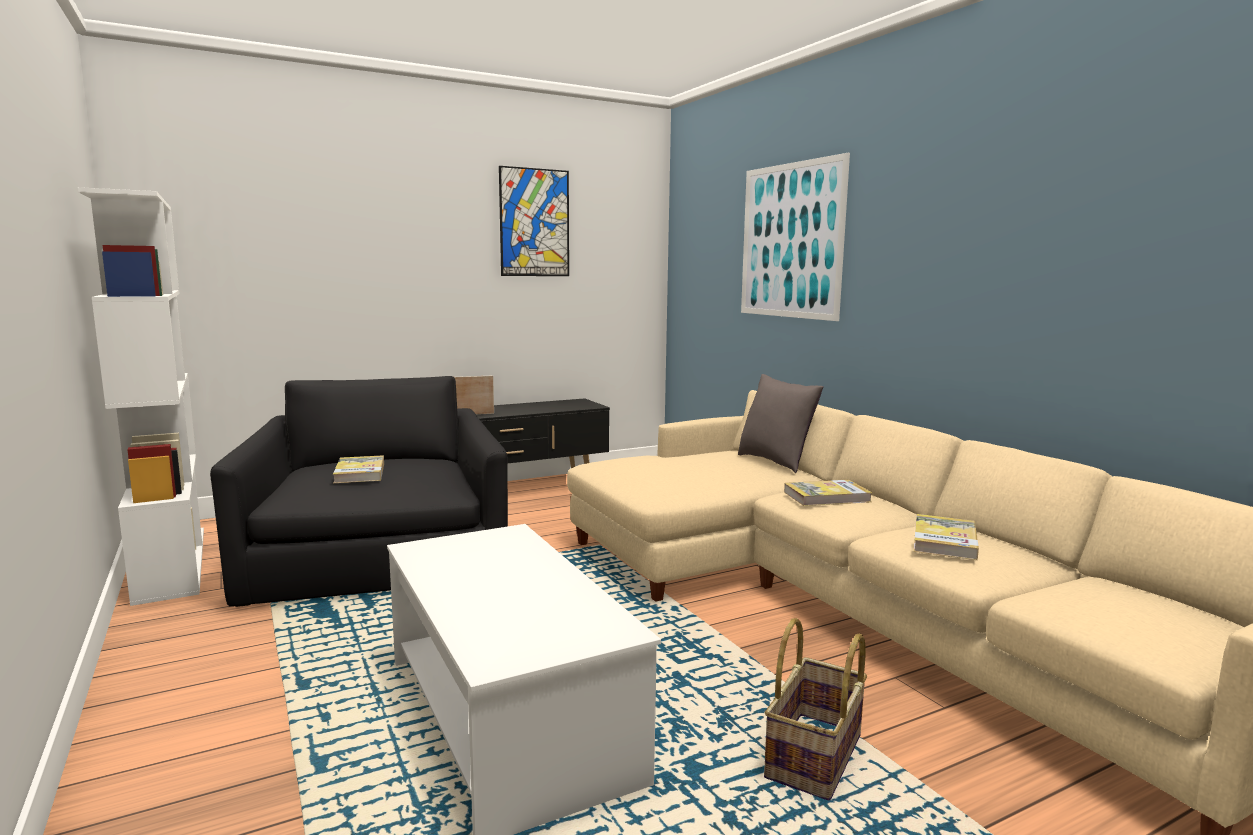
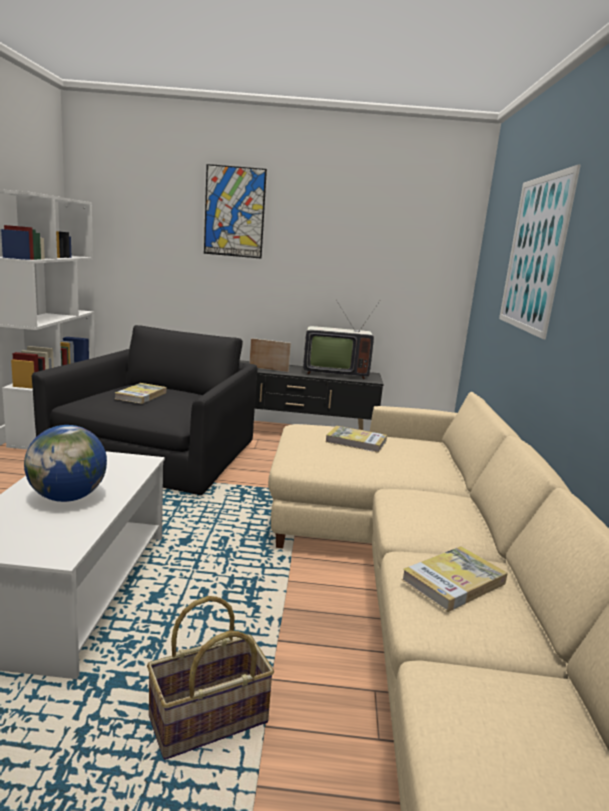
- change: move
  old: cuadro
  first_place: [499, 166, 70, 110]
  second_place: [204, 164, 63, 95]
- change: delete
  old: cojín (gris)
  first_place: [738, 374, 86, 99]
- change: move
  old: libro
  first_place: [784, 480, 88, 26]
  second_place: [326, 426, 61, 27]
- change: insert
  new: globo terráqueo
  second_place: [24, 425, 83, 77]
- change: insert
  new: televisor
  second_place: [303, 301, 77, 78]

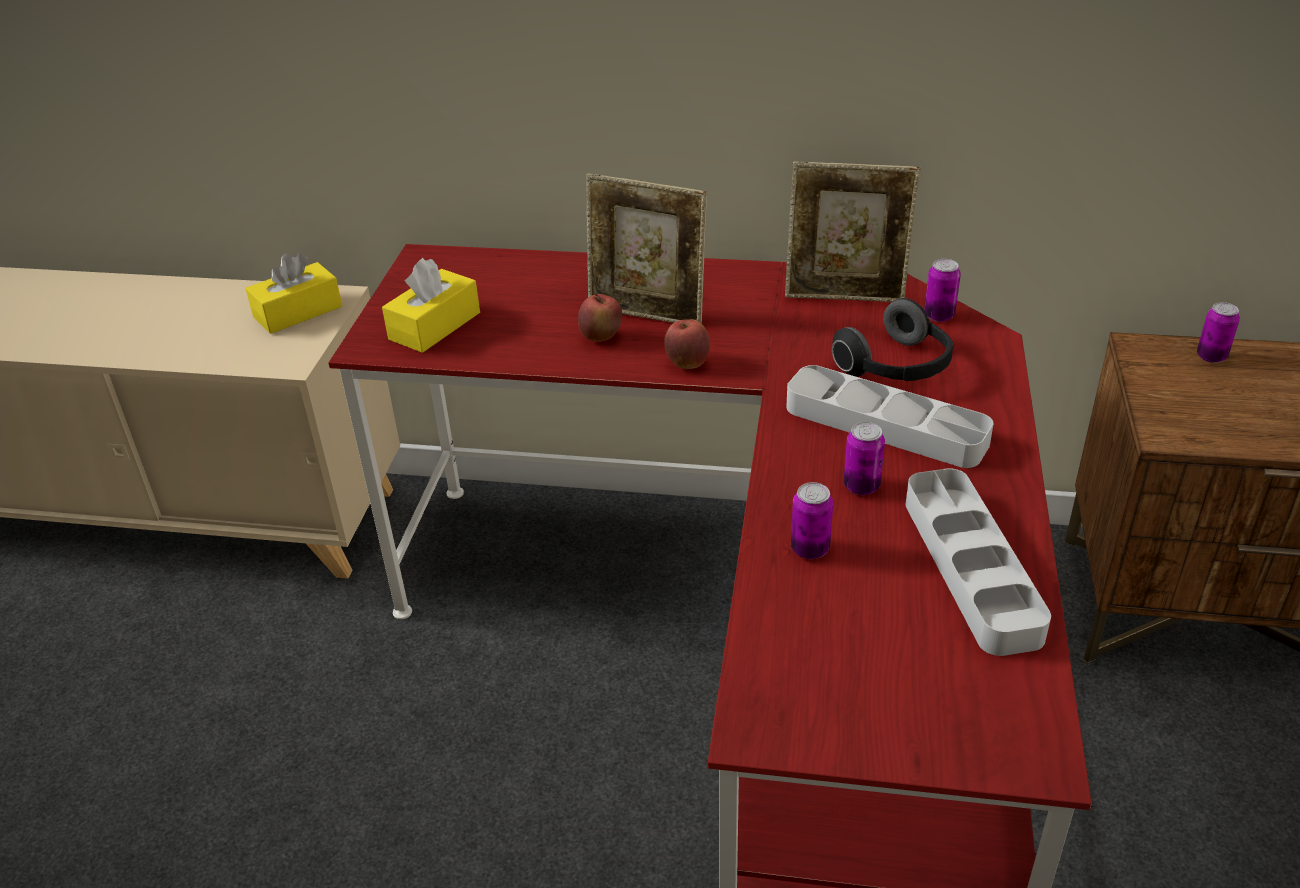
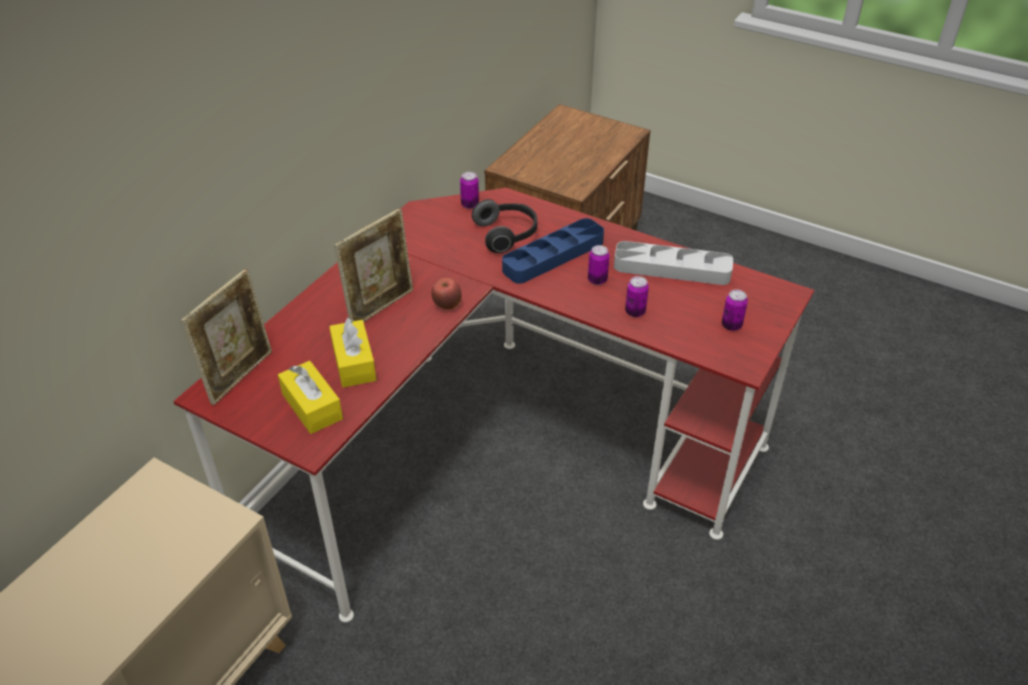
- change: move
  old: caja de pañuelos (amarillo)
  first_place: [245, 253, 97, 81]
  second_place: [329, 318, 47, 70]
- change: delete
  old: manzana
  first_place: [578, 293, 44, 48]
- change: move
  old: portarretratos
  first_place: [785, 161, 136, 141]
  second_place: [181, 269, 91, 136]
- change: recolor
  old: bandeja (gris)
  new: bandeja (azul)
  first_place: [786, 365, 208, 103]
  second_place: [502, 218, 102, 66]
- change: move
  old: lata
  first_place: [1197, 302, 43, 61]
  second_place: [722, 290, 26, 41]

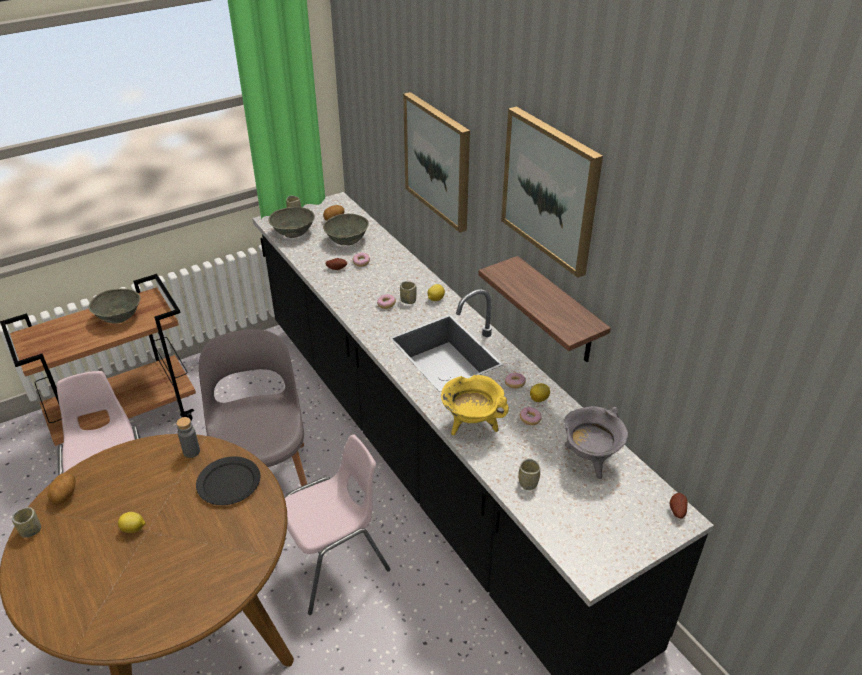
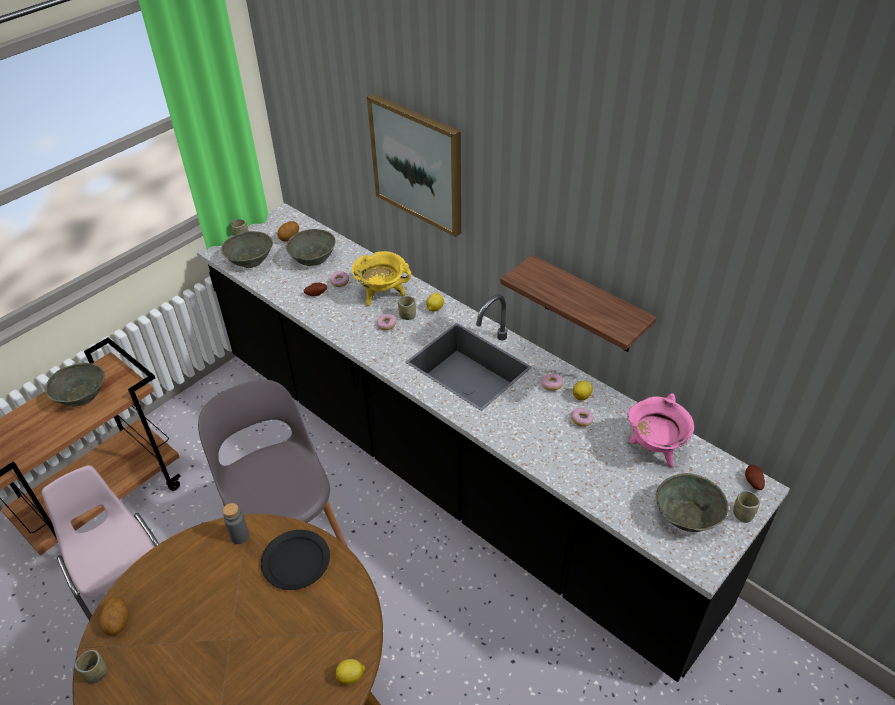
- change: move
  old: limón
  first_place: [118, 512, 28, 21]
  second_place: [336, 659, 29, 26]
- change: delete
  old: silla (rosa)
  first_place: [285, 435, 105, 180]
- change: move
  old: olla (amarillo)
  first_place: [441, 374, 68, 61]
  second_place: [352, 251, 59, 55]
- change: delete
  old: cuadro
  first_place: [501, 106, 102, 172]
- change: move
  old: taza
  first_place: [518, 458, 22, 32]
  second_place: [733, 490, 27, 33]
- change: recolor
  old: olla (gris)
  new: olla (rosa)
  first_place: [564, 406, 64, 73]
  second_place: [627, 393, 67, 74]
- change: insert
  new: cuenco (gris)
  second_place: [656, 473, 73, 59]

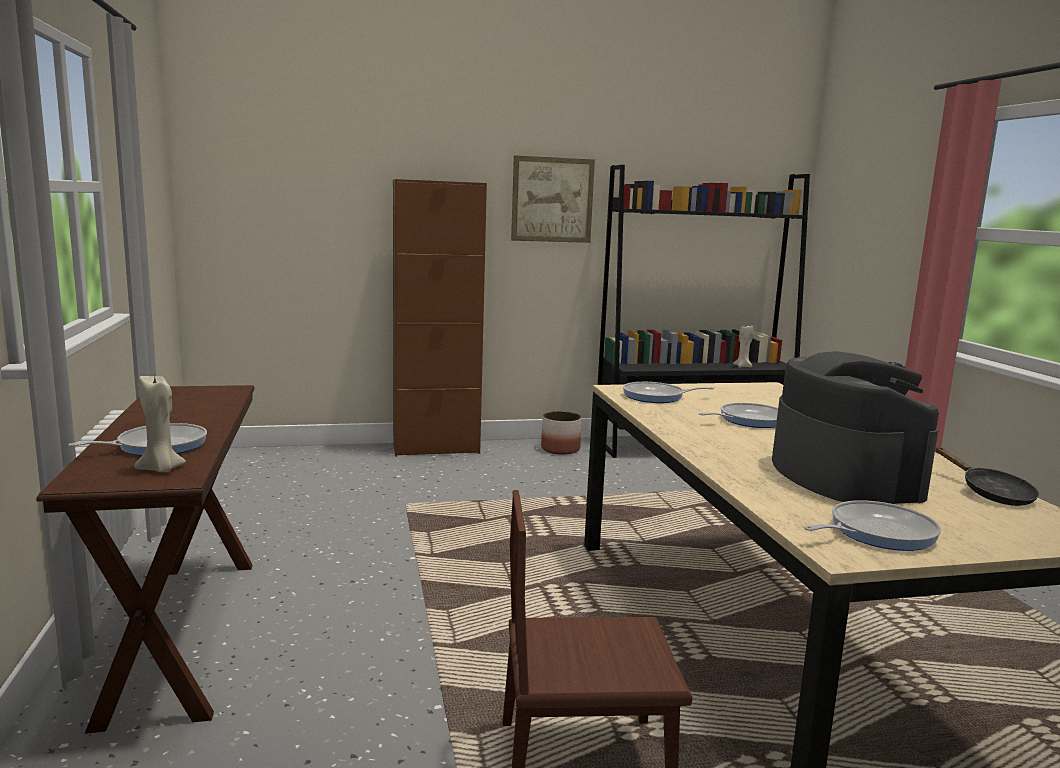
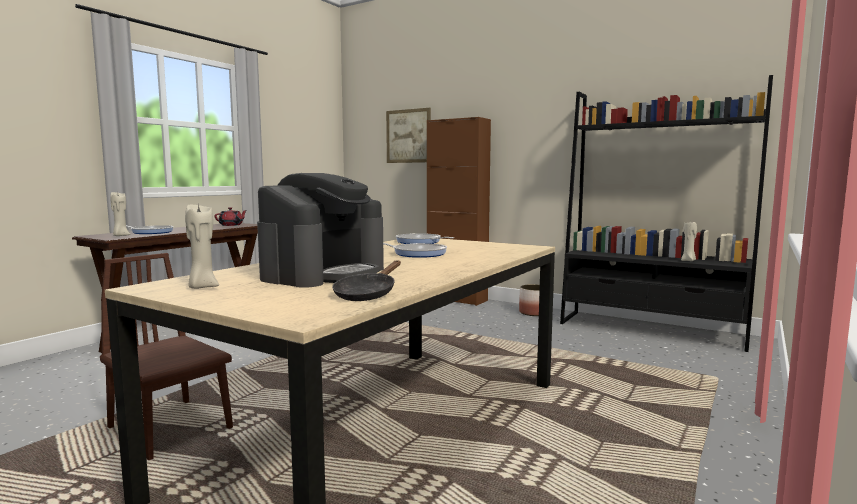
- change: move
  old: cuadro
  first_place: [511, 155, 84, 88]
  second_place: [386, 108, 45, 55]
- change: replace
  old: sartén
  new: vela (beis)
  first_place: [804, 500, 137, 51]
  second_place: [185, 203, 34, 86]
- change: insert
  new: tetera (rojo)
  second_place: [215, 207, 32, 19]

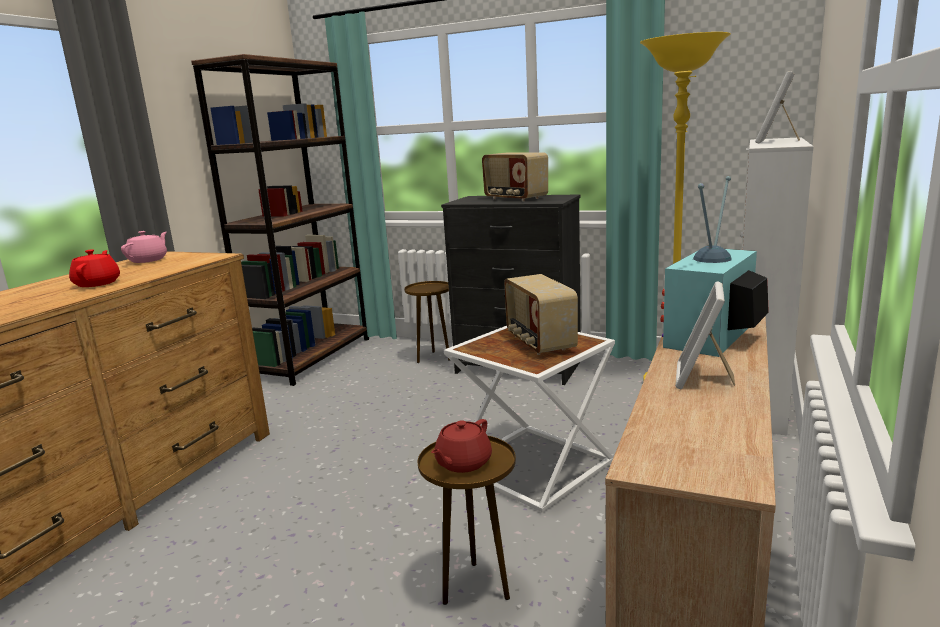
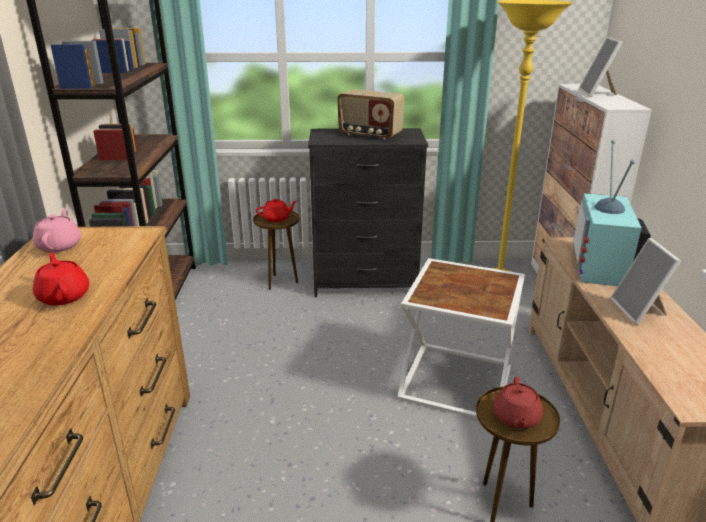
- change: delete
  old: radio
  first_place: [504, 274, 74, 81]
- change: insert
  new: tetera (rojo)
  second_place: [256, 199, 41, 23]

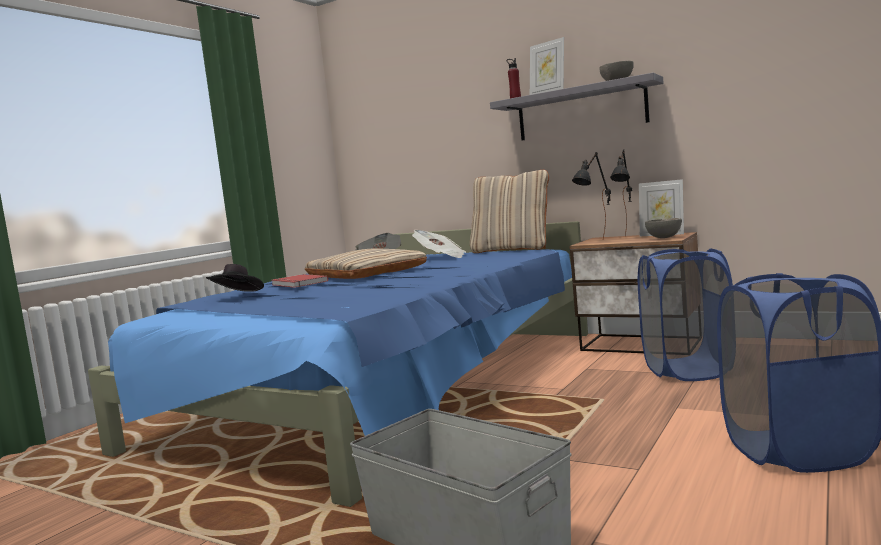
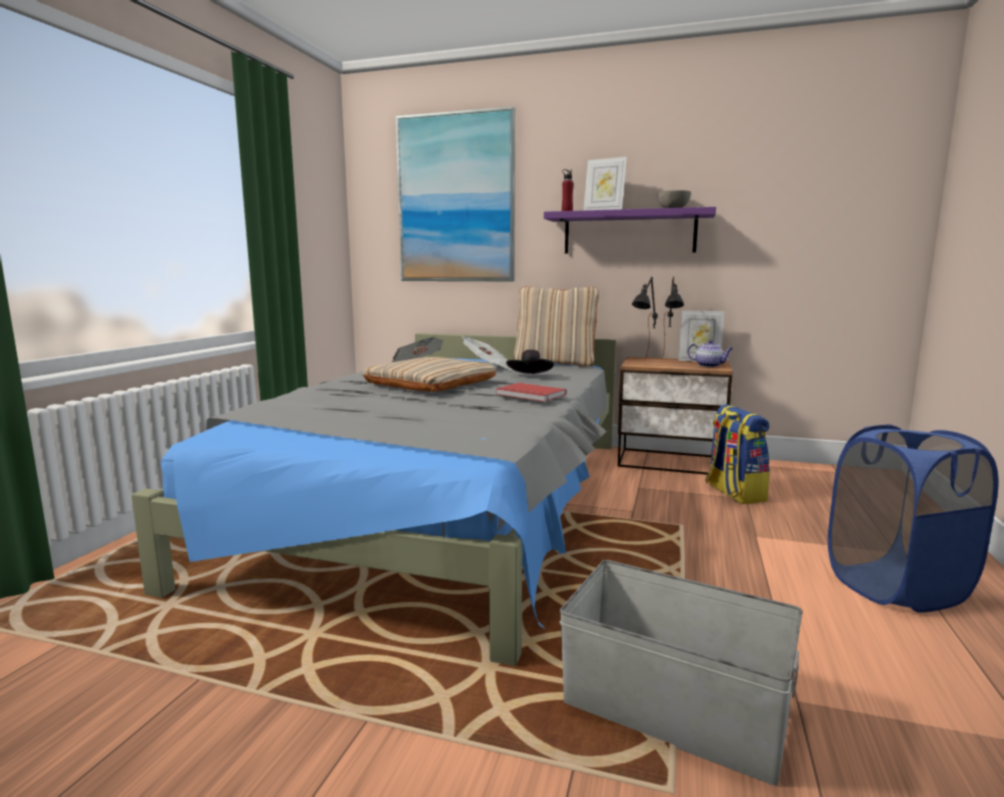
- change: recolor
  old: cama (azul)
  new: cama (gris)
  first_place: [88, 221, 500, 286]
  second_place: [131, 333, 485, 333]
- change: move
  old: sombrero (negro)
  first_place: [206, 264, 58, 28]
  second_place: [506, 350, 48, 24]
- change: move
  old: libro (rojo)
  first_place: [272, 274, 56, 14]
  second_place: [496, 383, 71, 19]
- change: recolor
  old: estante (gris)
  new: estante (morado)
  first_place: [490, 73, 174, 67]
  second_place: [544, 207, 172, 47]
- change: replace
  old: cesto de la ropa (azul)
  new: mochila
  first_place: [638, 248, 95, 133]
  second_place: [705, 404, 65, 100]
- change: replace
  old: cuenco (gris)
  new: tetera
  first_place: [645, 218, 37, 20]
  second_place: [687, 340, 46, 27]
- change: insert
  new: cuadro
  second_place: [396, 107, 119, 175]

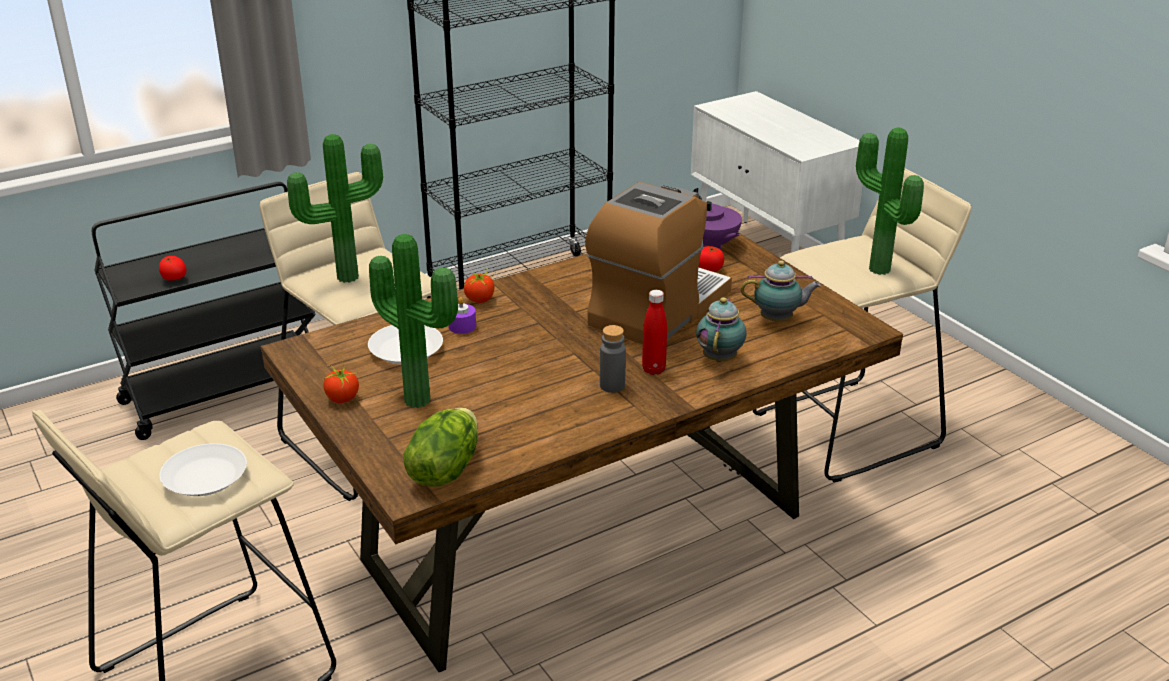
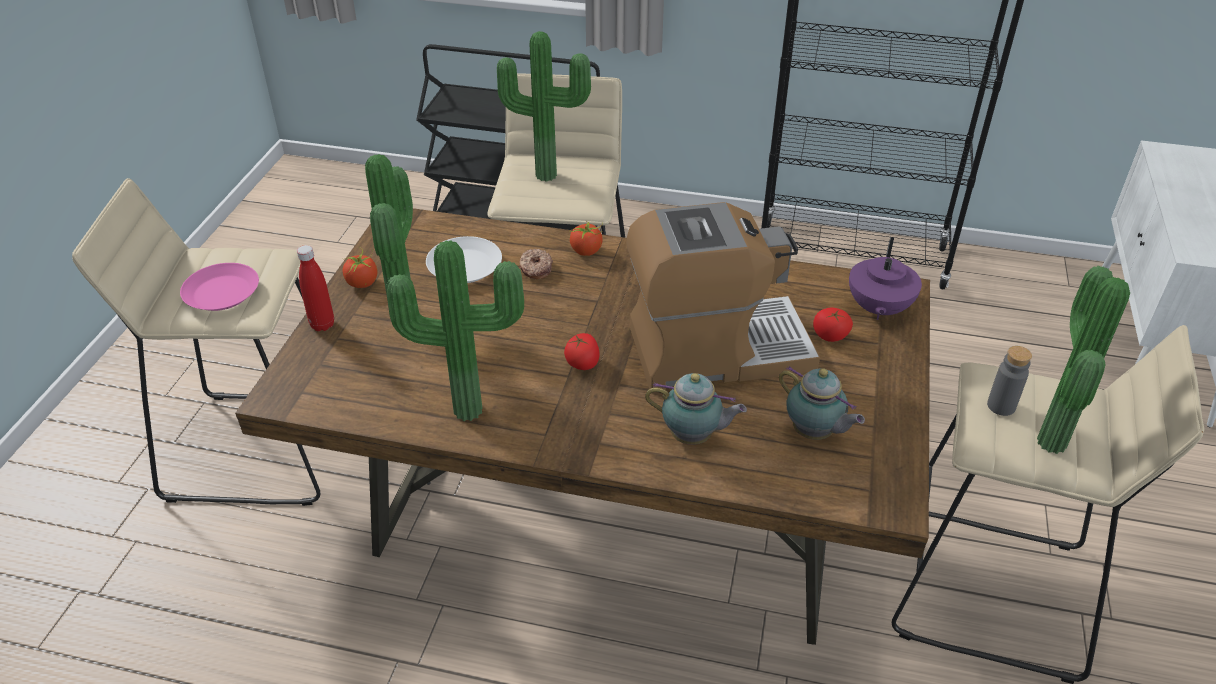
- change: move
  old: tomate
  first_place: [159, 256, 27, 25]
  second_place: [564, 333, 36, 37]
- change: recolor
  old: plato (blanco)
  new: plato (rosa)
  first_place: [159, 443, 88, 53]
  second_place: [180, 263, 79, 48]
- change: delete
  old: lechuga
  first_place: [403, 408, 75, 79]
- change: replace
  old: vela (morado)
  new: rosquilla
  first_place: [448, 297, 28, 37]
  second_place: [519, 249, 34, 30]
- change: move
  old: botella (gris)
  first_place: [600, 325, 26, 68]
  second_place: [987, 346, 45, 70]
- change: move
  old: botella (rojo)
  first_place: [642, 290, 25, 85]
  second_place: [297, 245, 37, 86]
- change: rotate
  old: tetera
  first_place: [696, 297, 51, 65]
  second_place: [645, 373, 102, 72]
  degrees: 45
- change: insert
  new: planta en maceta
  second_place: [386, 240, 138, 181]

